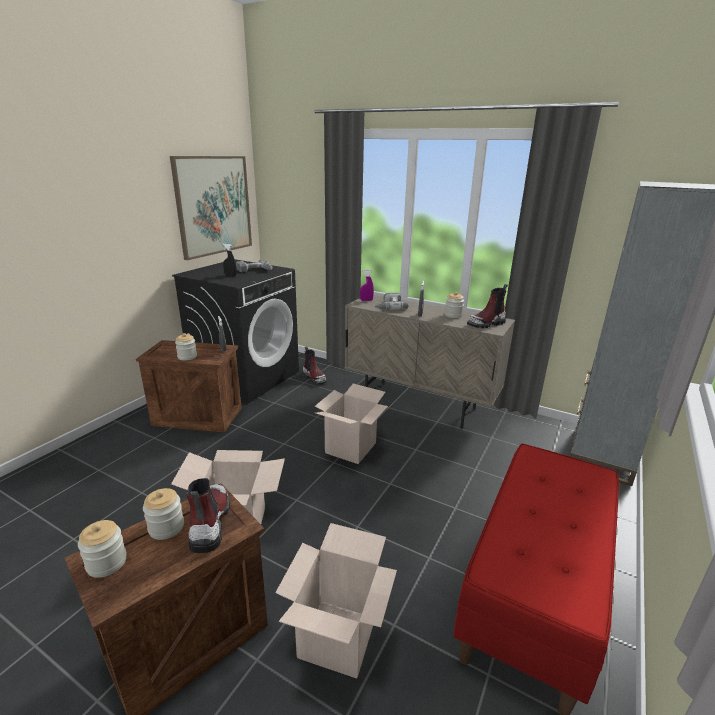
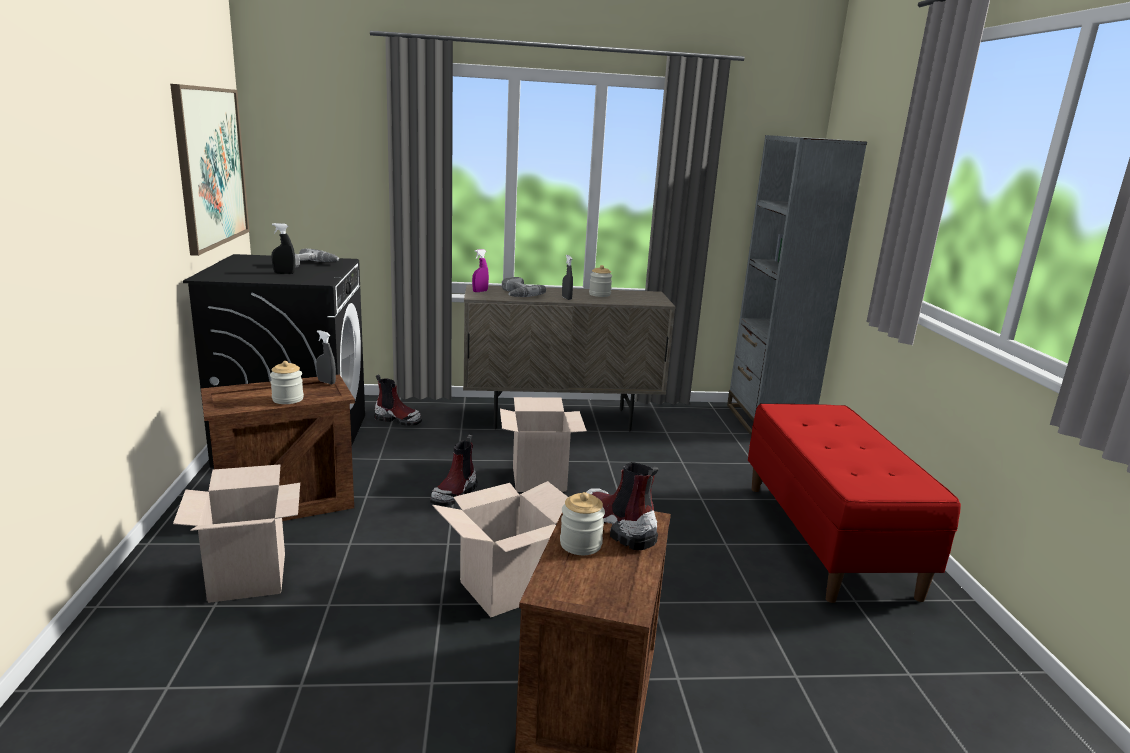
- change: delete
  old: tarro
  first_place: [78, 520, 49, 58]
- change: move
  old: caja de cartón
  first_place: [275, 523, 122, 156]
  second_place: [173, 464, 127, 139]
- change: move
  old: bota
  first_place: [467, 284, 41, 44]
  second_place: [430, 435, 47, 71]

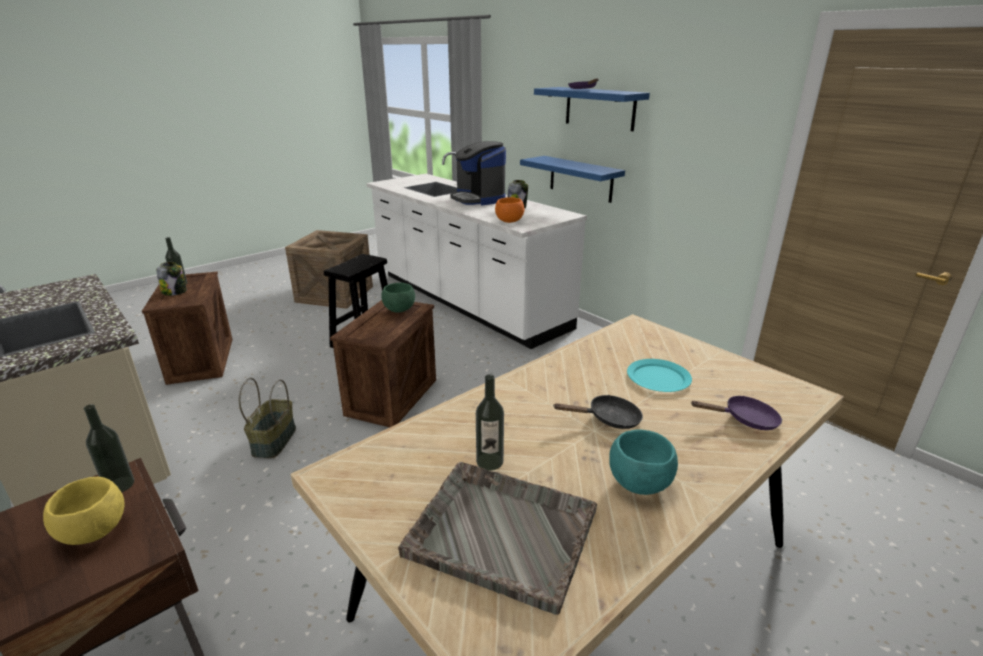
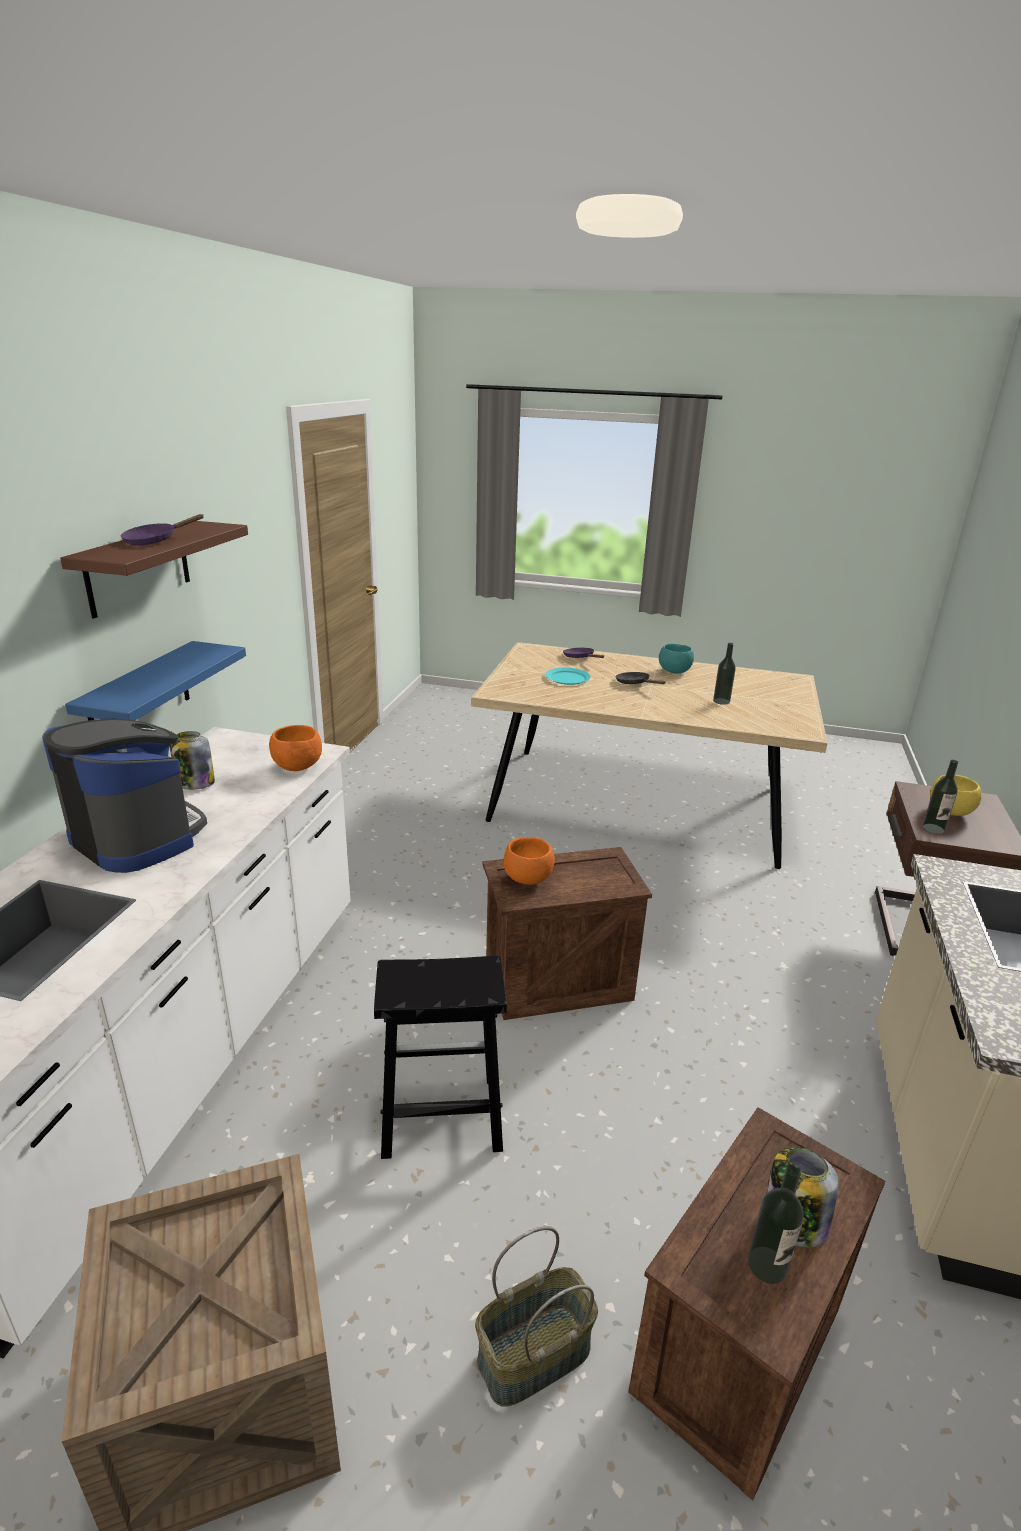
- change: move
  old: cesta
  first_place: [239, 378, 57, 80]
  second_place: [475, 1226, 123, 181]
- change: recolor
  old: cuenco (verde)
  new: cuenco (naranja)
  first_place: [381, 283, 34, 29]
  second_place: [503, 837, 52, 48]
- change: delete
  old: bandeja (gris)
  first_place: [398, 462, 199, 153]
- change: rotate
  old: cafetera
  first_place: [450, 141, 56, 64]
  second_place: [42, 718, 165, 155]
  degrees: -75
- change: recolor
  old: estante (azul)
  new: estante (marrón)
  first_place: [534, 87, 116, 44]
  second_place: [60, 521, 188, 98]

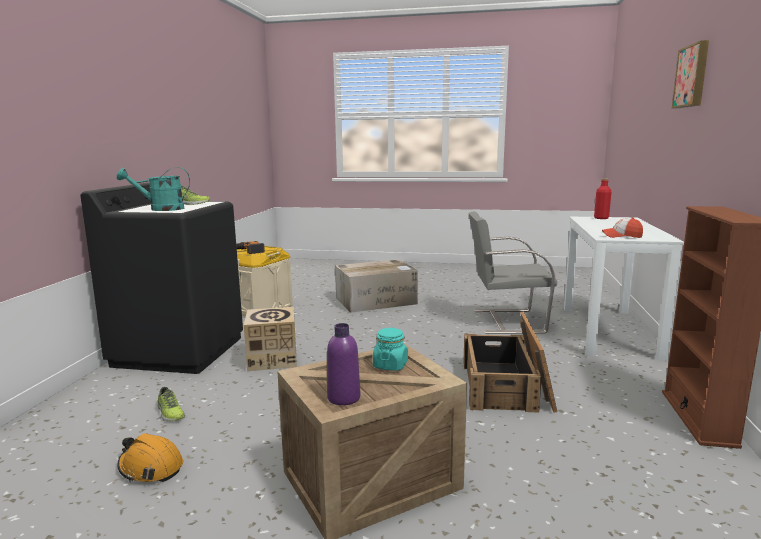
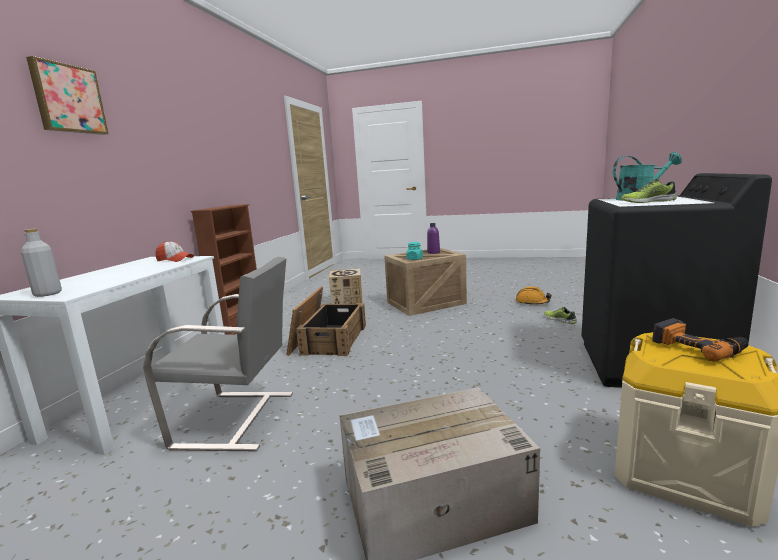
- change: move
  old: caja de cartón
  first_place: [244, 307, 53, 64]
  second_place: [329, 268, 33, 36]
- change: recolor
  old: botella (rojo)
  new: botella (gris)
  first_place: [594, 178, 17, 41]
  second_place: [21, 229, 41, 68]

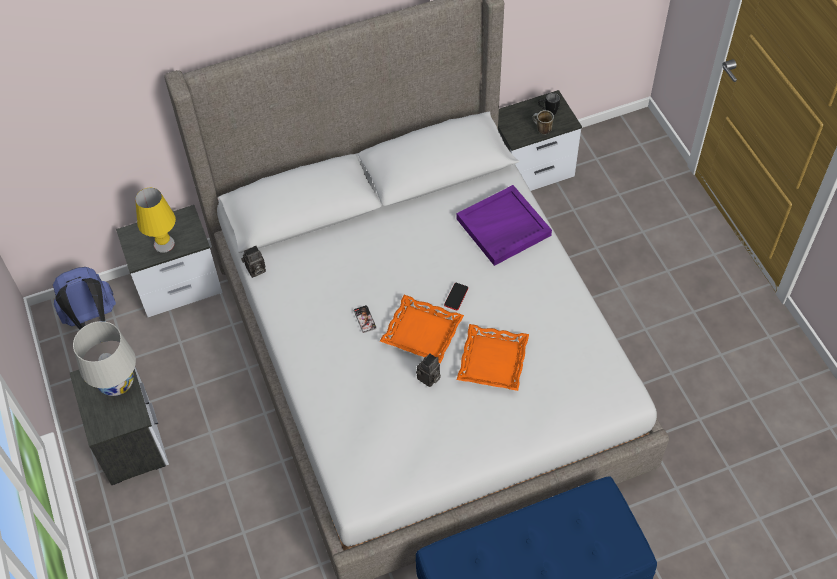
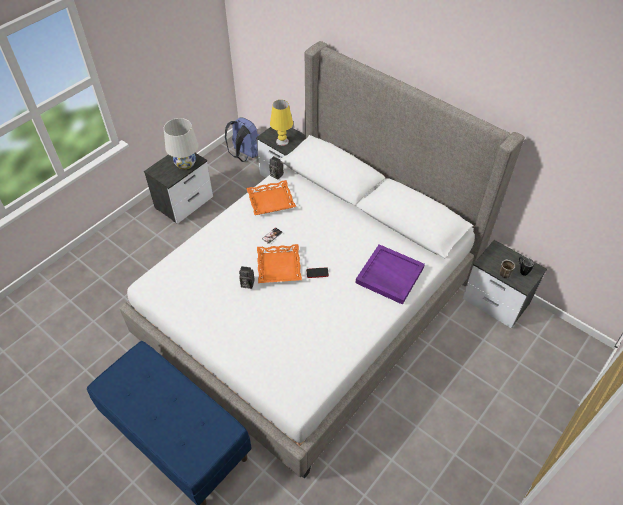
- change: move
  old: bandeja (naranja)
  first_place: [457, 324, 72, 67]
  second_place: [246, 180, 50, 35]

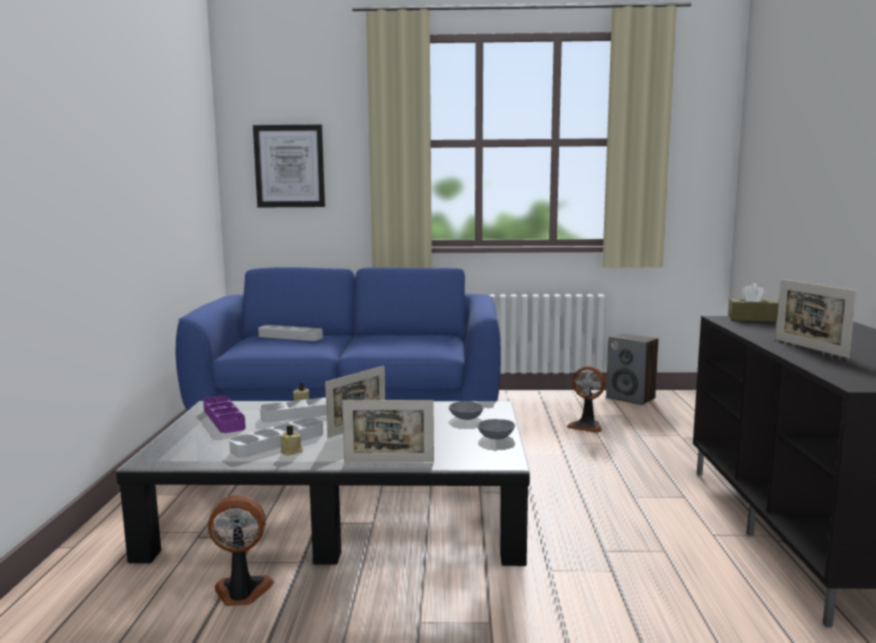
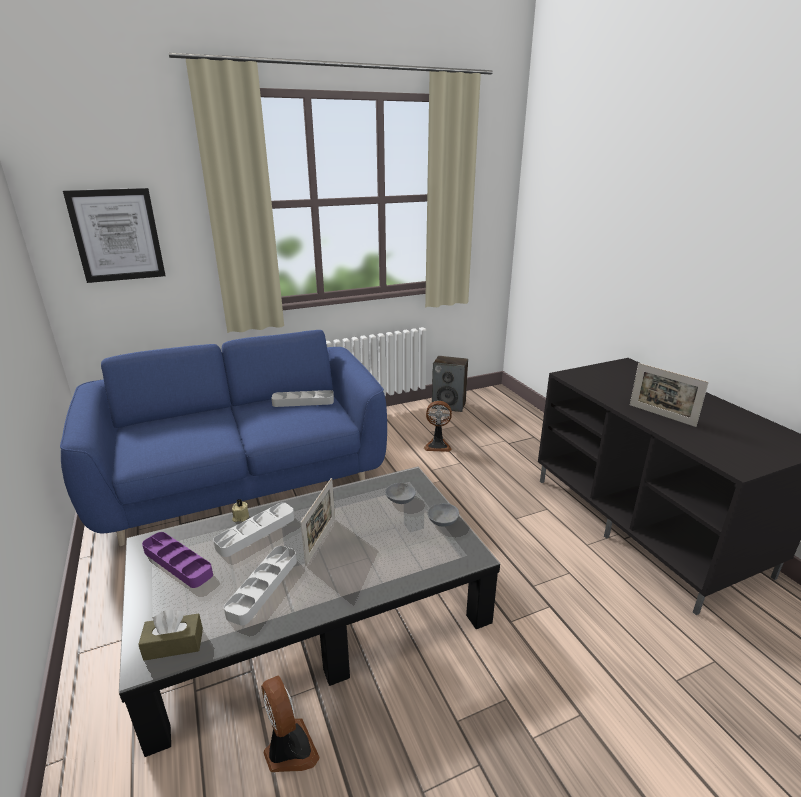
- change: rotate
  old: ventilador
  first_place: [208, 495, 66, 111]
  second_place: [261, 675, 59, 97]
  degrees: 90
- change: move
  old: bandeja (gris)
  first_place: [258, 325, 65, 16]
  second_place: [271, 390, 63, 17]
- change: delete
  old: vela (beis)
  first_place: [281, 426, 22, 30]
- change: delete
  old: portarretratos
  first_place: [342, 400, 92, 63]
- change: move
  old: caja de pañuelos (marrón)
  first_place: [728, 283, 50, 39]
  second_place: [138, 610, 65, 51]

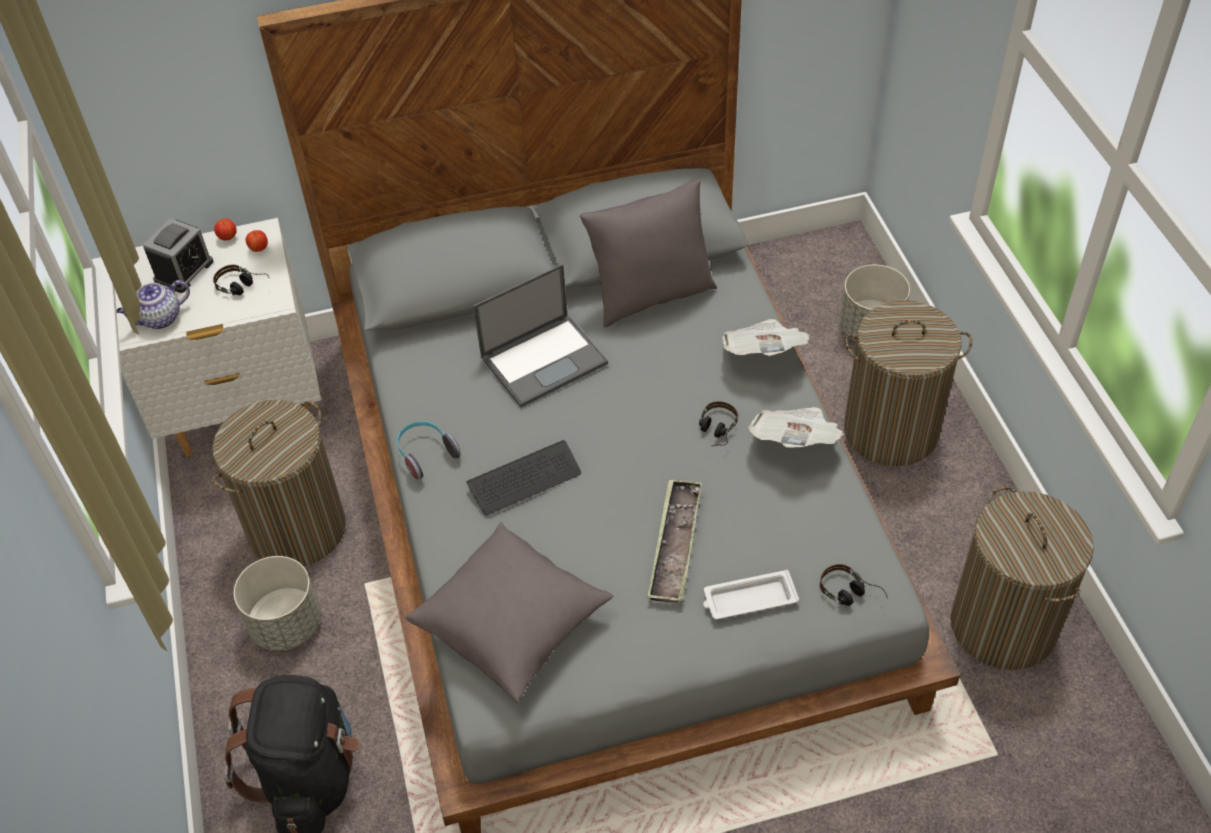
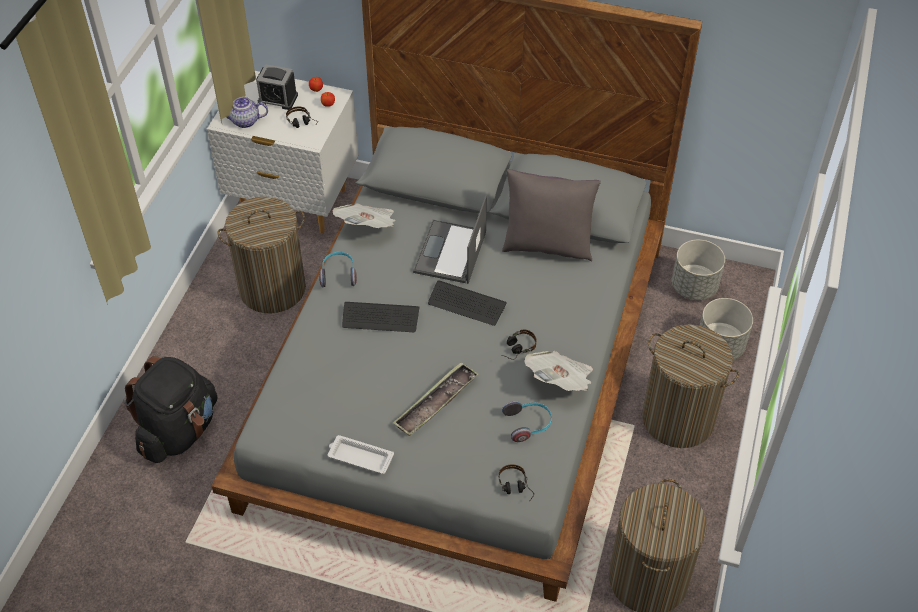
- change: rotate
  old: despertador
  first_place: [143, 218, 70, 75]
  second_place: [256, 64, 42, 46]
  degrees: 45
- change: move
  old: maceta (gris)
  first_place: [234, 556, 87, 95]
  second_place: [672, 240, 53, 60]
- change: delete
  old: cojín (gris)
  first_place: [405, 522, 208, 181]
- change: rotate
  old: portátil
  first_place: [473, 264, 135, 143]
  second_place: [413, 195, 74, 89]
  degrees: 105
- change: move
  old: bandeja (blanco)
  first_place: [703, 570, 96, 50]
  second_place: [327, 435, 67, 39]
- change: move
  old: periódico
  first_place: [722, 319, 88, 37]
  second_place: [333, 203, 63, 25]
- change: insert
  new: teclado
  second_place: [428, 280, 79, 46]
- change: insert
  new: auriculares
  second_place: [502, 401, 50, 41]

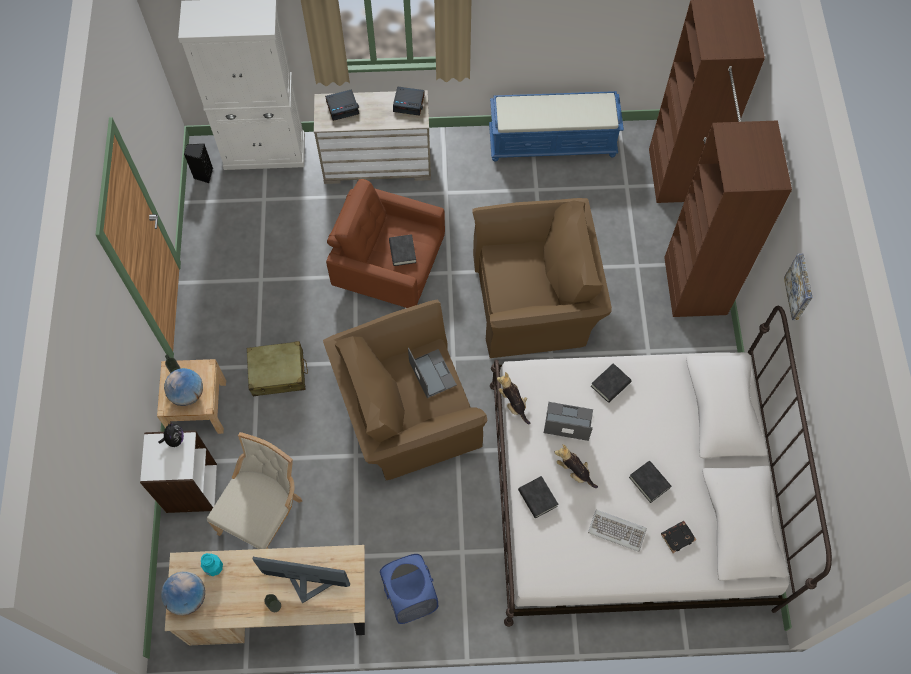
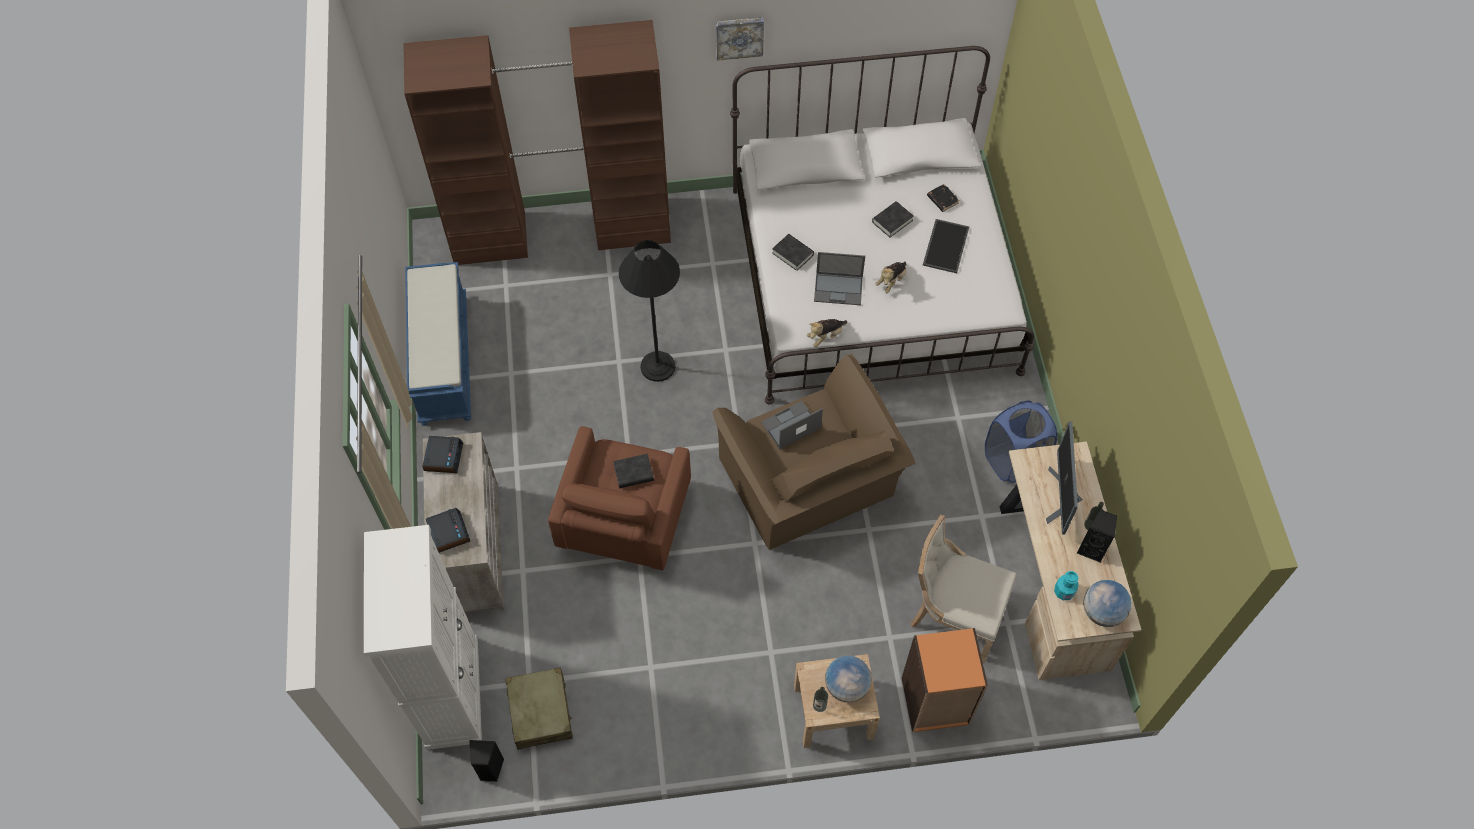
- change: recolor
  old: estantería (blanco)
  new: estantería (naranja)
  first_place: [140, 430, 77, 83]
  second_place: [902, 628, 86, 104]
- change: delete
  old: peluche
  first_place: [159, 422, 25, 25]
- change: move
  old: maleta (beis)
  first_place: [247, 341, 61, 55]
  second_place: [505, 667, 68, 83]
- change: replace
  old: sillón (marrón)
  new: lámpara de pie (negro)
  first_place: [472, 198, 140, 160]
  second_place: [619, 240, 61, 142]
- change: delete
  old: libro (negro)
  first_place: [518, 476, 40, 42]
- change: rotate
  old: portátil
  first_place: [544, 402, 49, 39]
  second_place: [814, 252, 51, 53]
  degrees: -90
- change: replace
  old: teclado
  new: bandeja
  first_place: [588, 510, 59, 42]
  second_place: [923, 219, 46, 54]
- change: insert
  new: altavoz (negro)
  second_place: [1077, 510, 40, 53]

